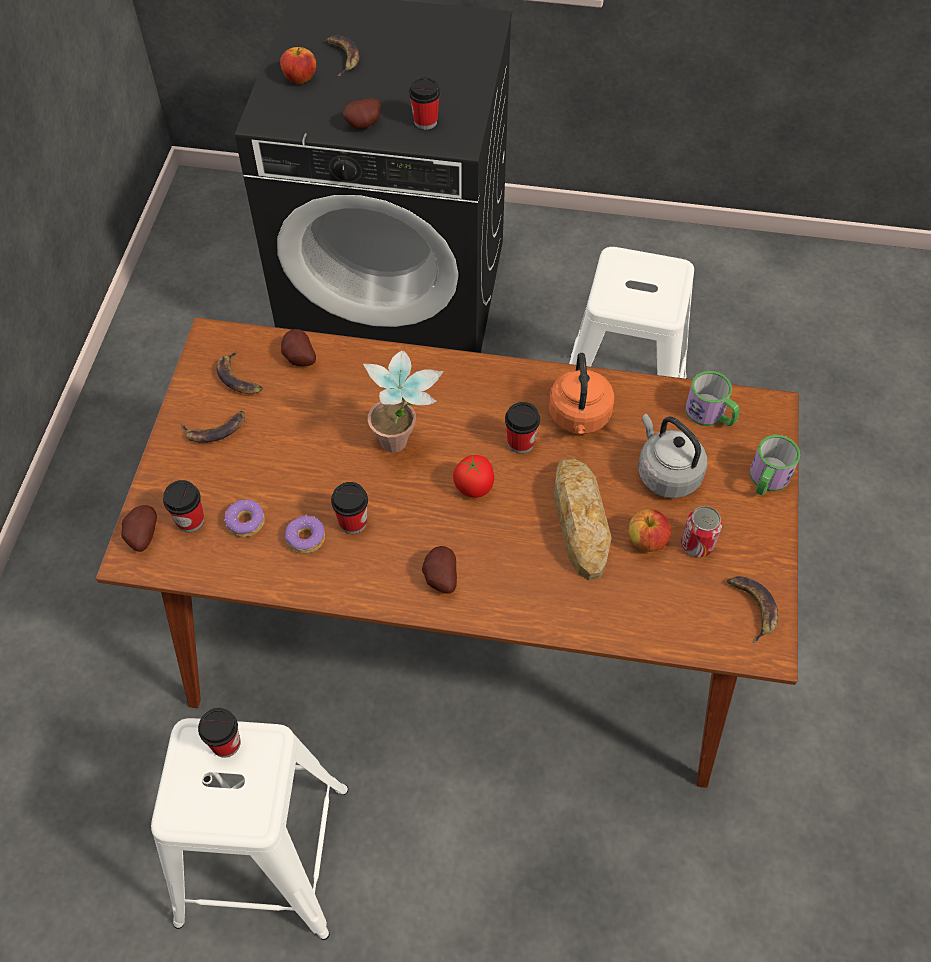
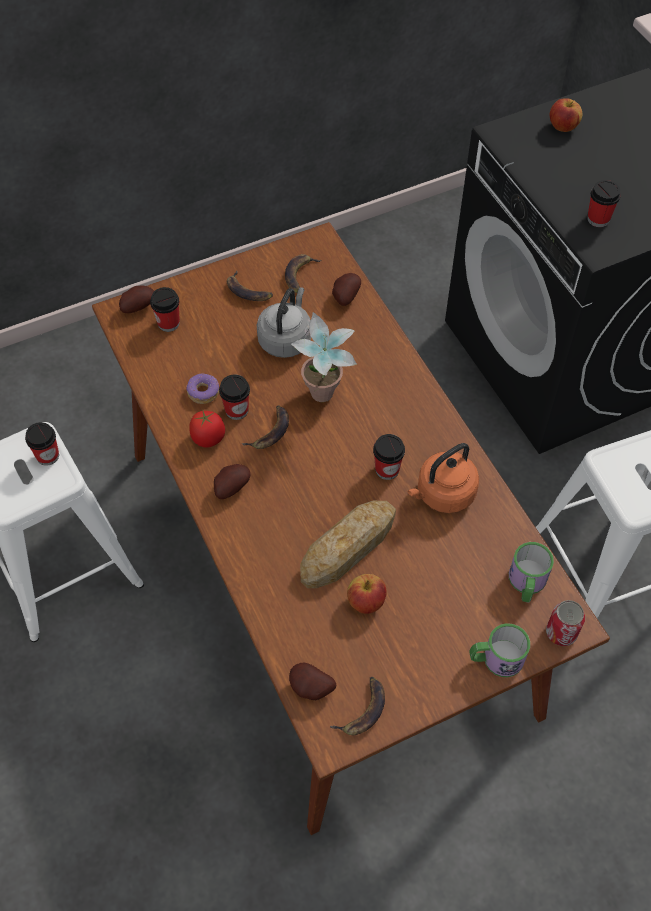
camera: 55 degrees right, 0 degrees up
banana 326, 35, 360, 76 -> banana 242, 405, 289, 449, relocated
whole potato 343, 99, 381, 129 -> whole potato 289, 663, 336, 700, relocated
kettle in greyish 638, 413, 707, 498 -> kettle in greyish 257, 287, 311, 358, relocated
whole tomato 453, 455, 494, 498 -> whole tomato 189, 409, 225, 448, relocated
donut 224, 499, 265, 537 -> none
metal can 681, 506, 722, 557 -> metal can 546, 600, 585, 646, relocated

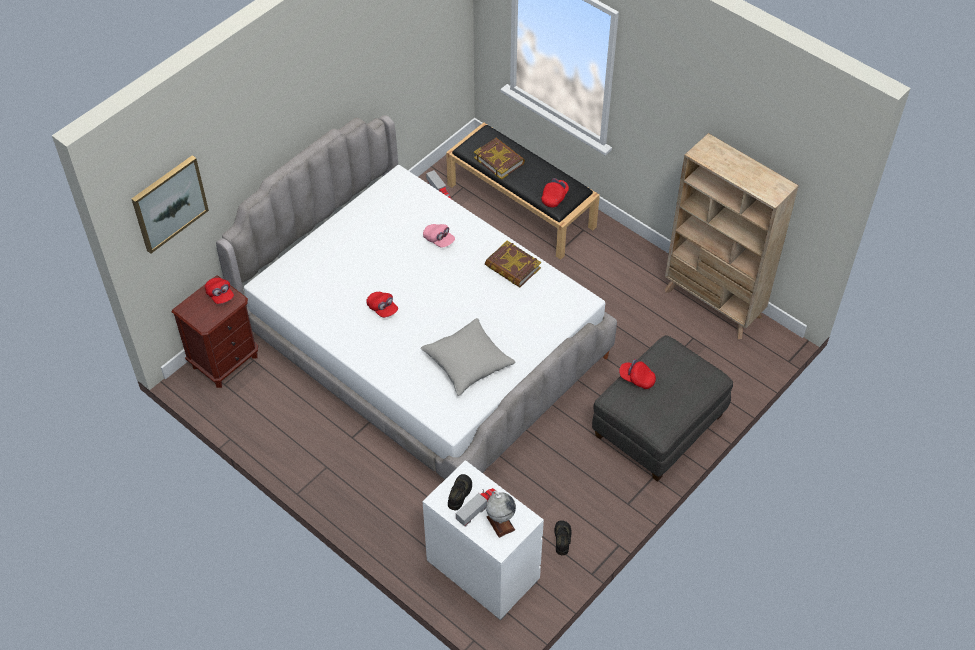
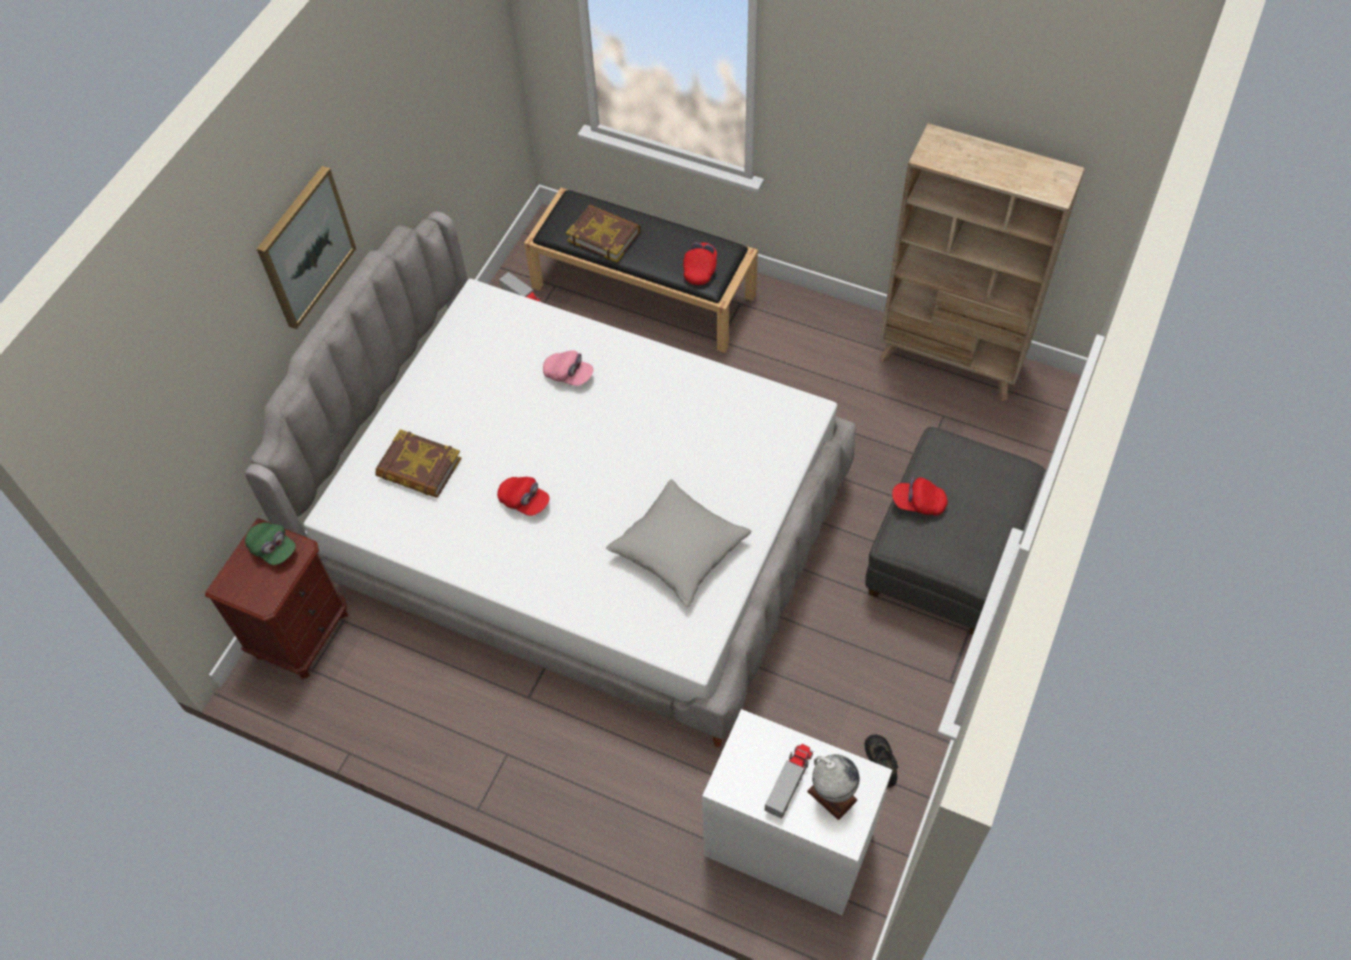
camera: 15 degrees left, 5 degrees up
picture 132, 155, 209, 254 -> picture 257, 166, 356, 329, relocated
book 485, 241, 541, 287 -> book 375, 429, 462, 498, relocated
cap in red-coloured 205, 278, 234, 304 -> cap in green 245, 522, 296, 565
low shoe in black 448, 474, 472, 511 -> none

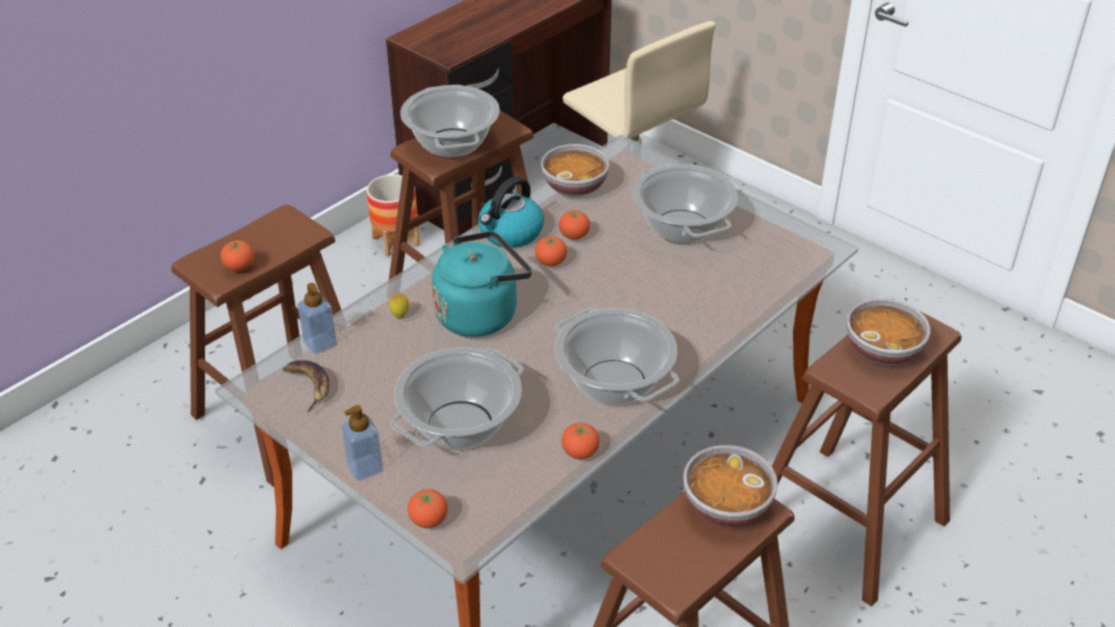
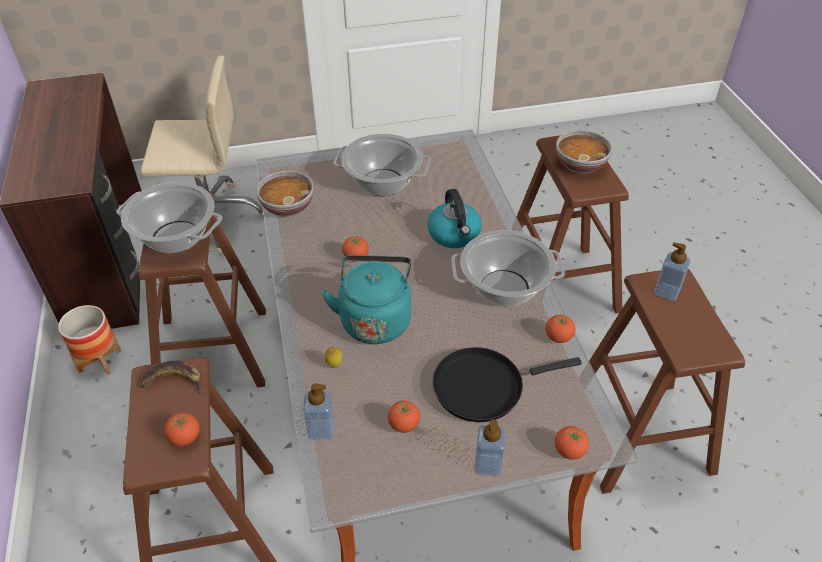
camera: 55 degrees left, 5 degrees up
kettle 478, 177, 544, 248 -> kettle 427, 189, 482, 248, relocated
whole tomato 559, 210, 590, 240 -> whole tomato 388, 400, 420, 433, relocated
stockpot 390, 348, 523, 449 -> frying pan in black 433, 347, 582, 422
banana 283, 360, 329, 412 -> banana 140, 361, 201, 394, relocated
serving bowl 683, 445, 778, 526 -> soap dispenser 654, 242, 691, 301

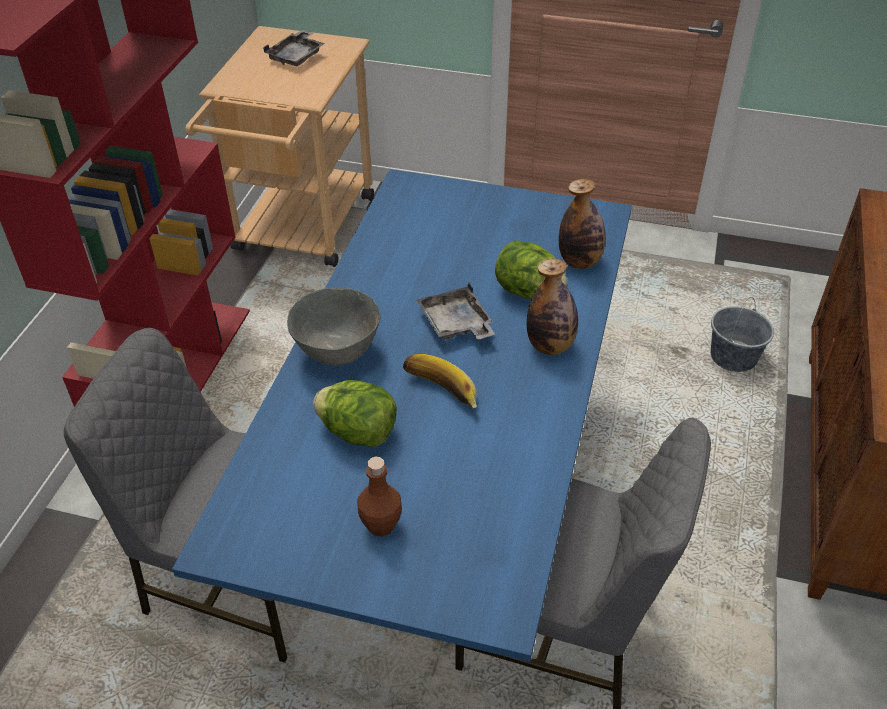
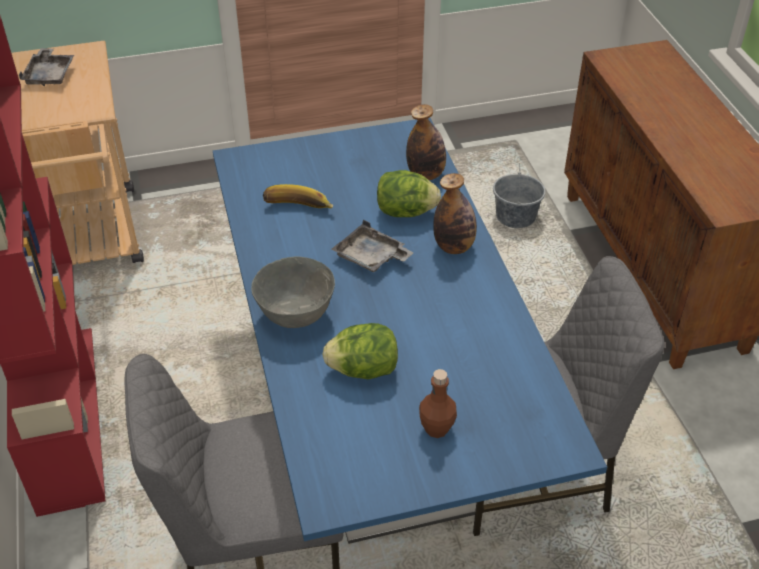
camera: 30 degrees left, 0 degrees up
banana 403, 354, 477, 409 -> banana 263, 184, 334, 209, relocated

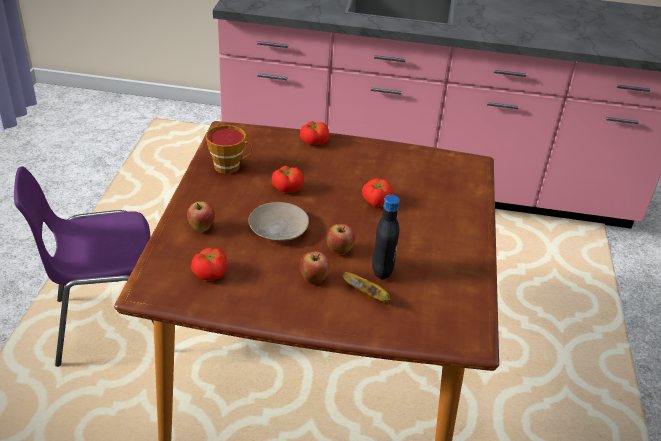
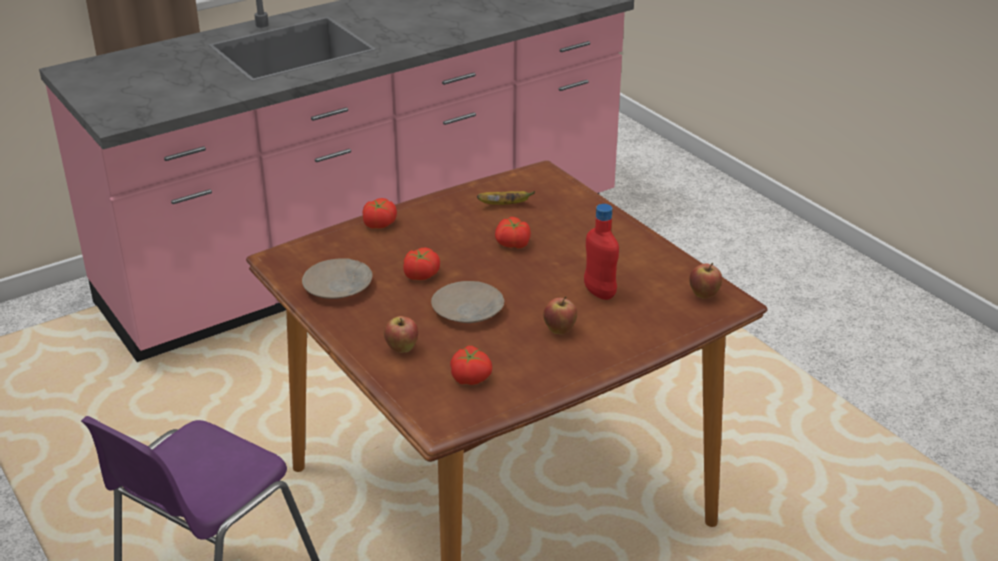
camera: 40 degrees left, 5 degrees down
drinking cup 206, 125, 253, 174 -> plate in beige 302, 258, 373, 299
bottle in black 372, 195, 400, 279 -> bottle in red-coloured 584, 204, 619, 300
whole apple 326, 224, 355, 254 -> whole apple 689, 263, 722, 299, relocated
banana 342, 272, 391, 302 -> banana 477, 191, 535, 205, relocated

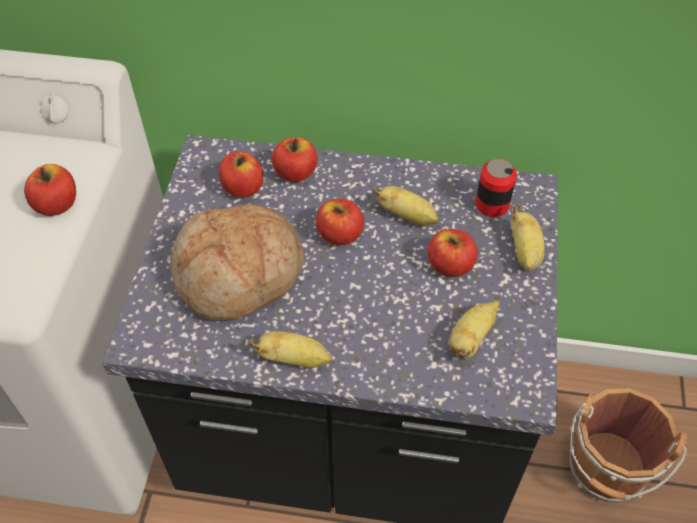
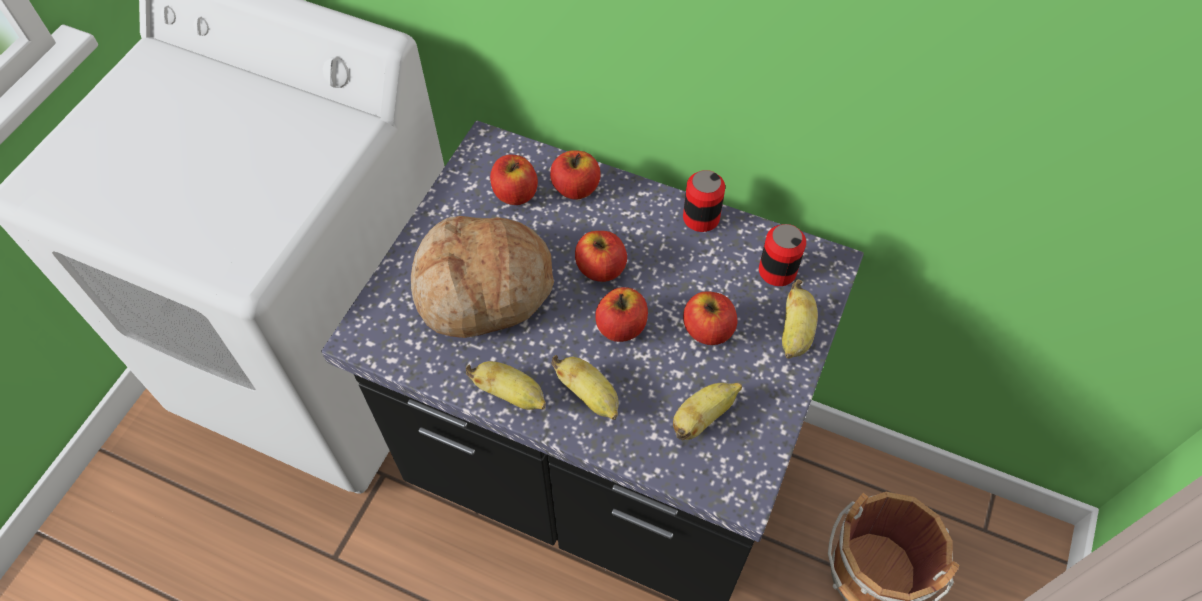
camera: 15 degrees right, 5 degrees up
whole apple 24, 164, 76, 216 -> whole apple 595, 287, 648, 342, relocated
banana 373, 186, 439, 226 -> banana 551, 355, 619, 420, relocated
none -> metal can 683, 170, 725, 232

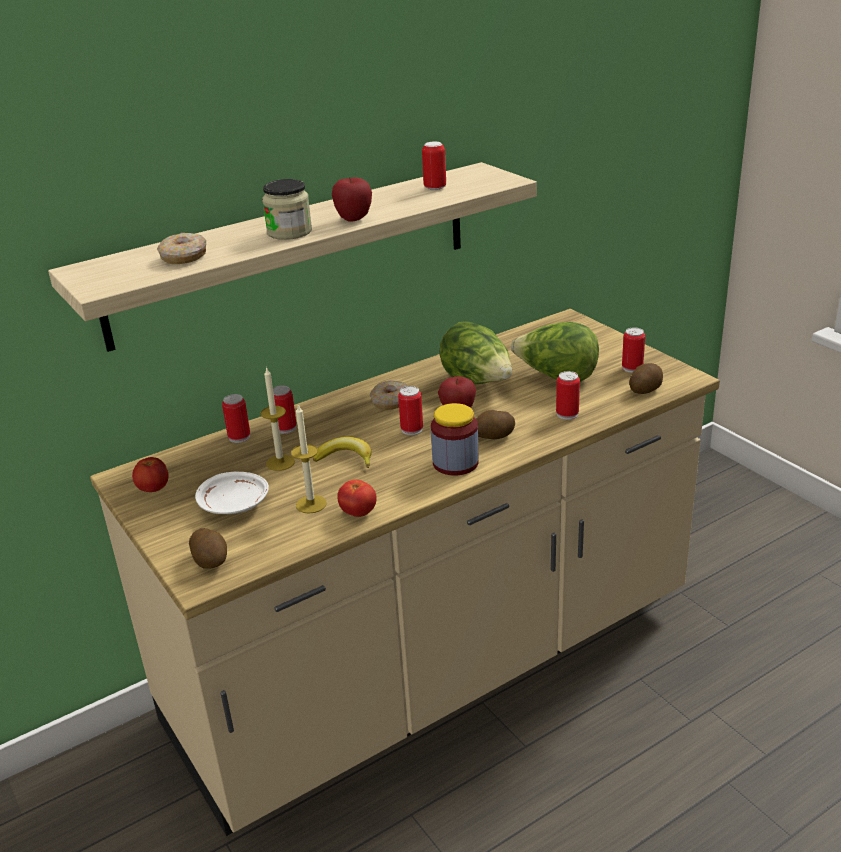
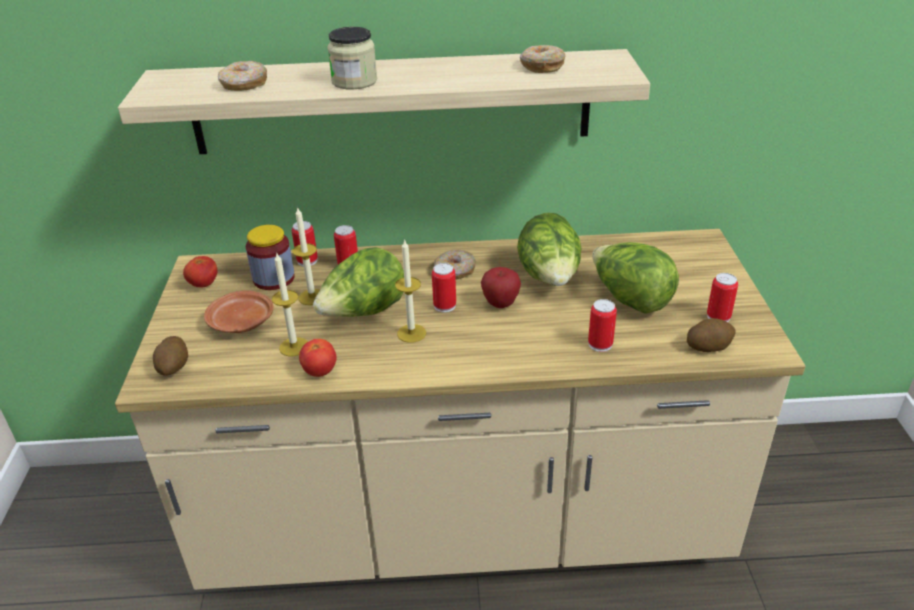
camera: 30 degrees right, 5 degrees up
metal can 422, 142, 446, 190 -> donut 520, 45, 565, 73
whole apple 332, 177, 372, 221 -> none
jar 431, 403, 479, 476 -> jar 246, 225, 295, 290, relocated
whole potato 476, 410, 515, 440 -> none
banana 313, 437, 371, 468 -> lettuce head 313, 247, 404, 317
plate in white-coloured 195, 472, 269, 514 -> plate in brownish 204, 290, 273, 333
none -> wax candle 395, 239, 426, 343

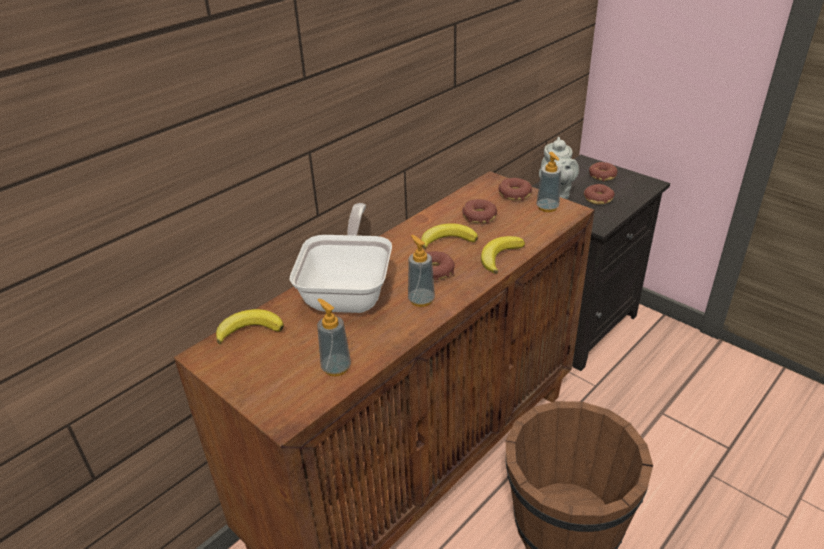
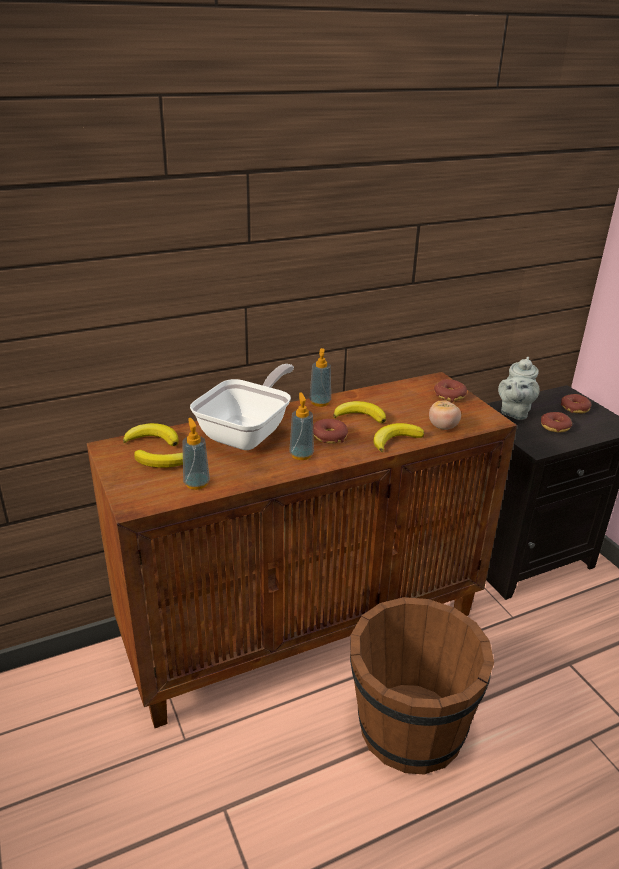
camera: 20 degrees right, 5 degrees down
soap dispenser 537, 152, 561, 212 -> soap dispenser 310, 348, 331, 407, relocated
donut 462, 199, 497, 224 -> none
none -> whole tomato 429, 400, 461, 430
none -> banana 134, 450, 183, 468

